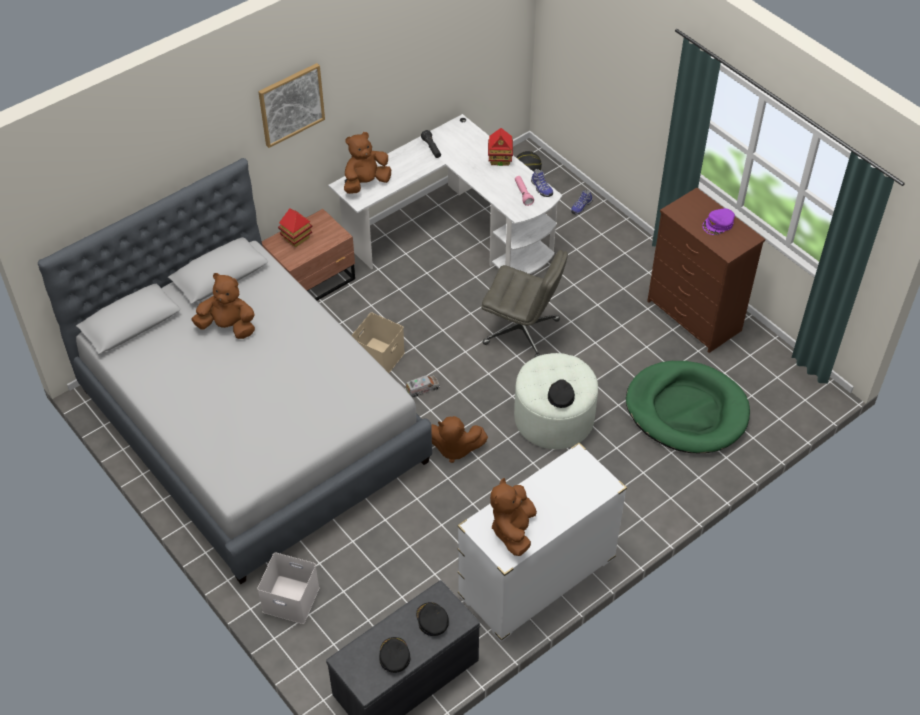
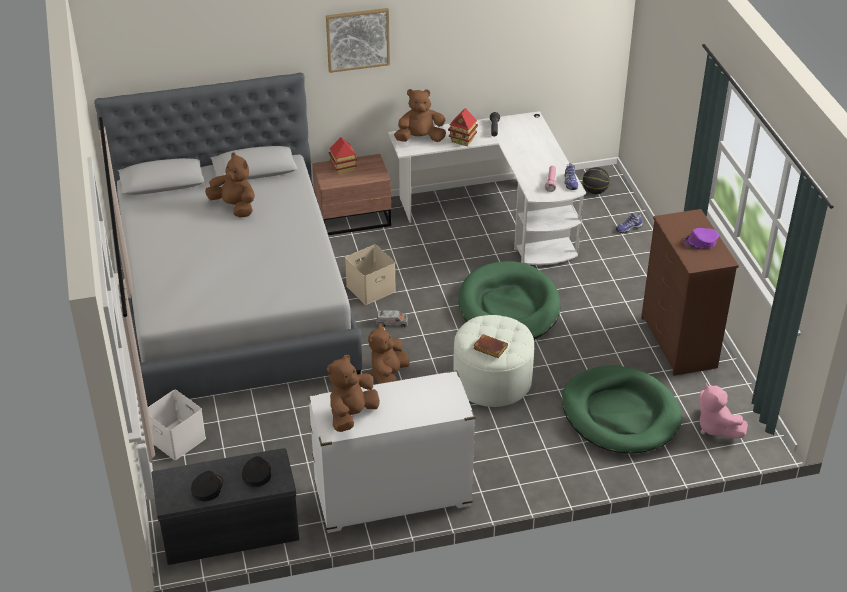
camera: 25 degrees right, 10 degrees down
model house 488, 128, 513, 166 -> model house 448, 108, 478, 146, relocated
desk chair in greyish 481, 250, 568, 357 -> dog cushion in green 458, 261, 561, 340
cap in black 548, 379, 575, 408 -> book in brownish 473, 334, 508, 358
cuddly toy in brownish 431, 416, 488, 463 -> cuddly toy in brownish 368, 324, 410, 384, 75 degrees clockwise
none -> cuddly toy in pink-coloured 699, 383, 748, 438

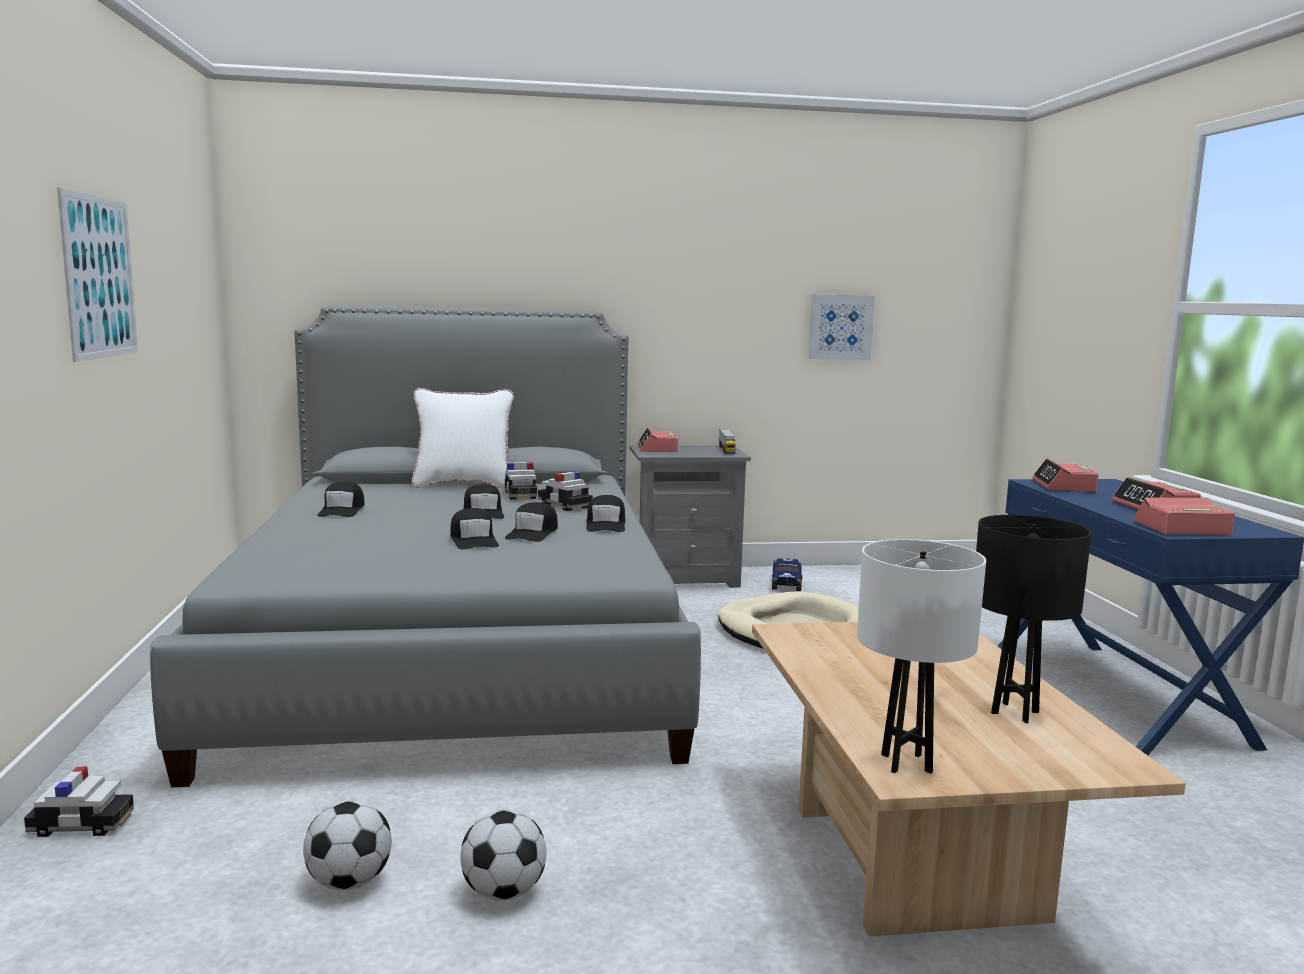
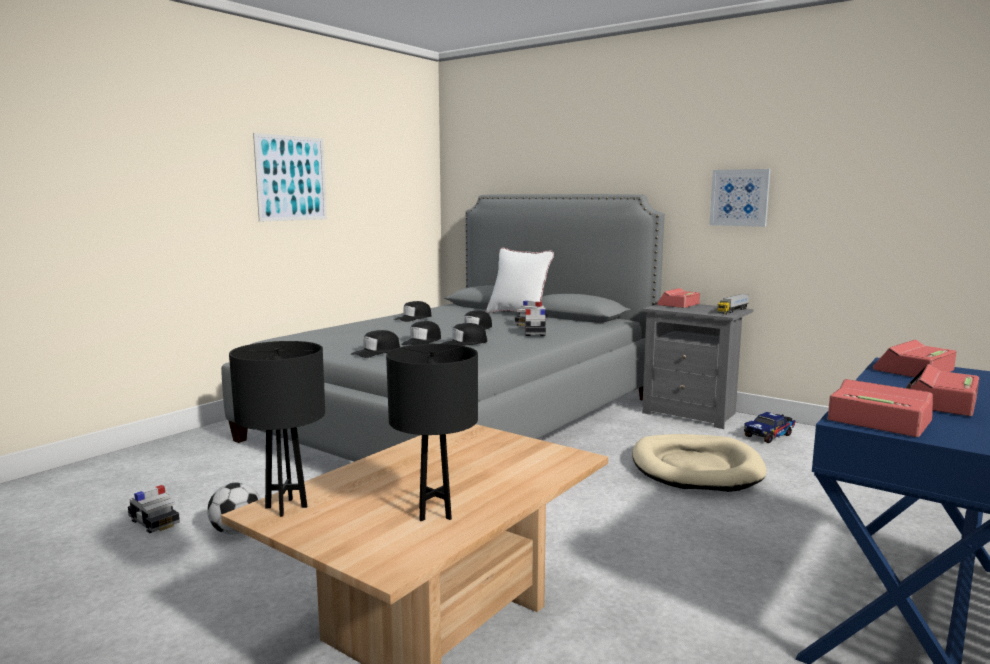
camera: 45 degrees right, 0 degrees up
picture 808, 294, 875, 360 -> picture 710, 169, 770, 227, relocated
cap in black 586, 495, 626, 532 -> cap in black 351, 330, 400, 358, relocated
lamp for a table in white-coloured 857, 539, 986, 773 -> lamp for a table in black 229, 341, 325, 517
model car 24, 767, 134, 837 -> model car 128, 485, 180, 533, relocated
ball for football 303, 801, 392, 890 -> none

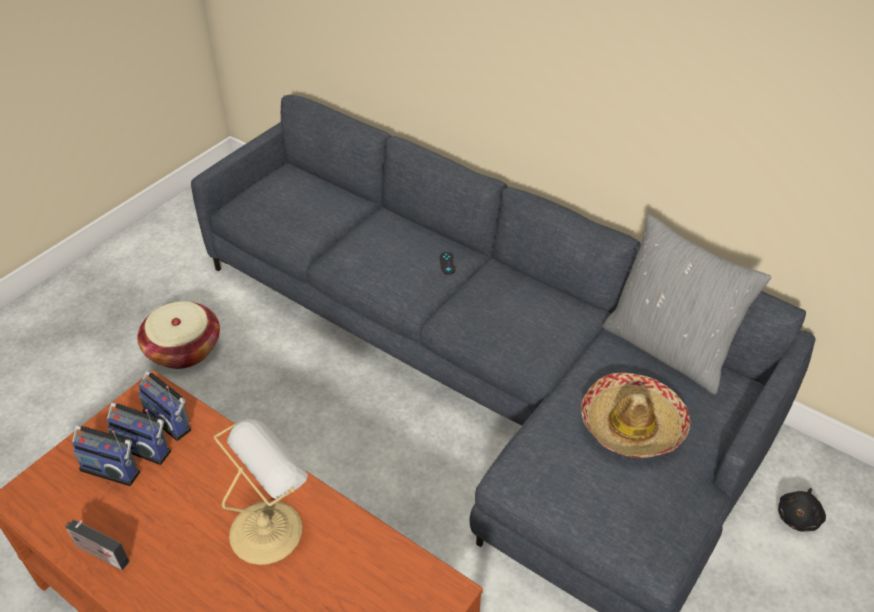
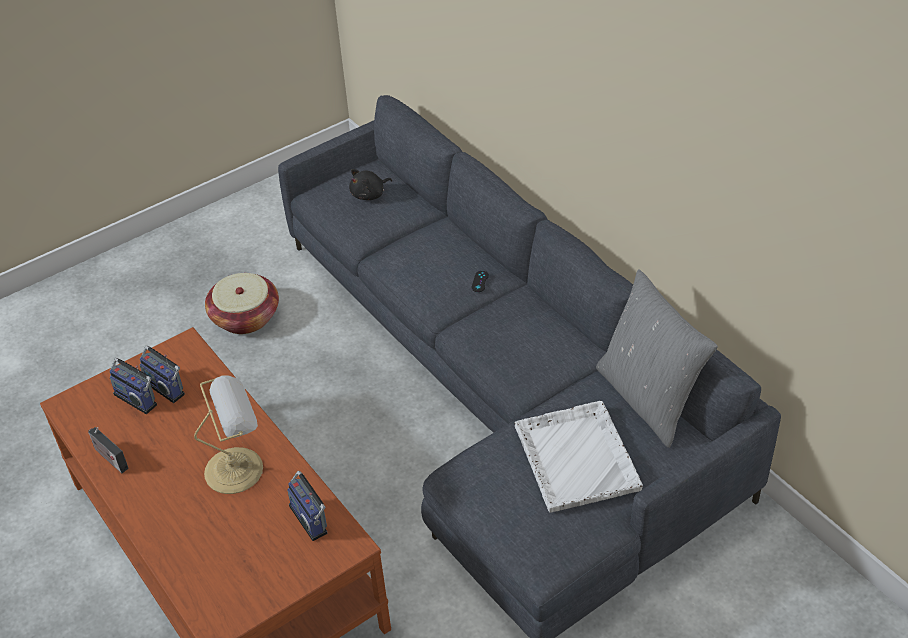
camera: 20 degrees right, 0 degrees up
radio 138, 371, 191, 441 -> radio 287, 471, 327, 541, relocated
clothing hat 582, 372, 690, 458 -> serving tray in white-coloured 515, 401, 643, 512
cuddly toy in black 778, 488, 826, 532 -> cuddly toy in black 349, 169, 392, 200, relocated

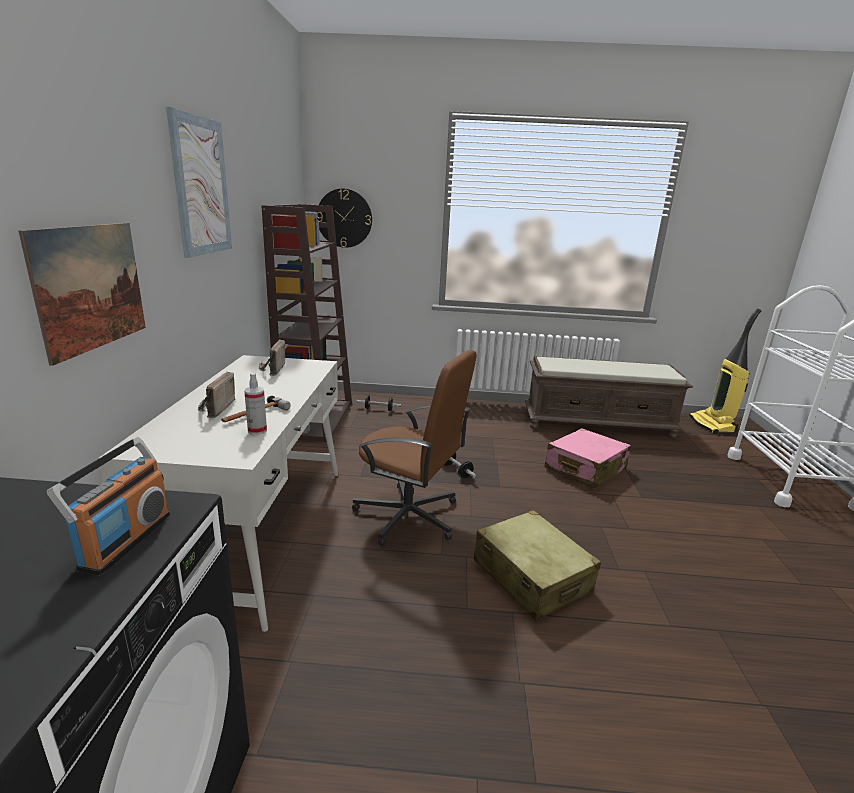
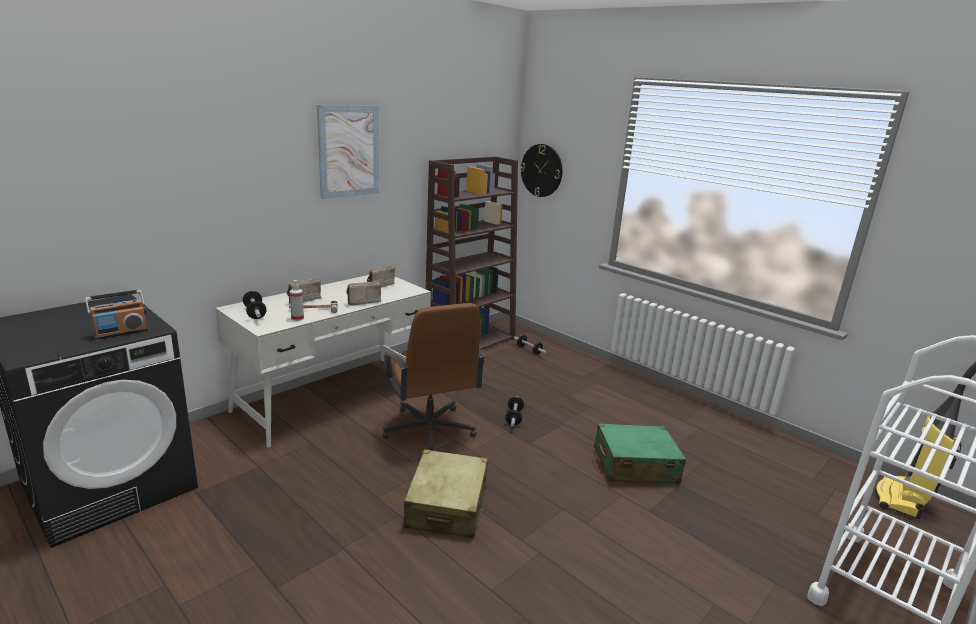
camera: 40 degrees right, 0 degrees up
picture 18, 223, 146, 366 -> none
indoor bench in brownish 525, 356, 693, 439 -> none
piece of luggage in pink-coloured 545, 428, 631, 488 -> piece of luggage in green 594, 423, 686, 484
none -> radio 346, 281, 382, 305
none -> dumbbell 243, 291, 267, 319

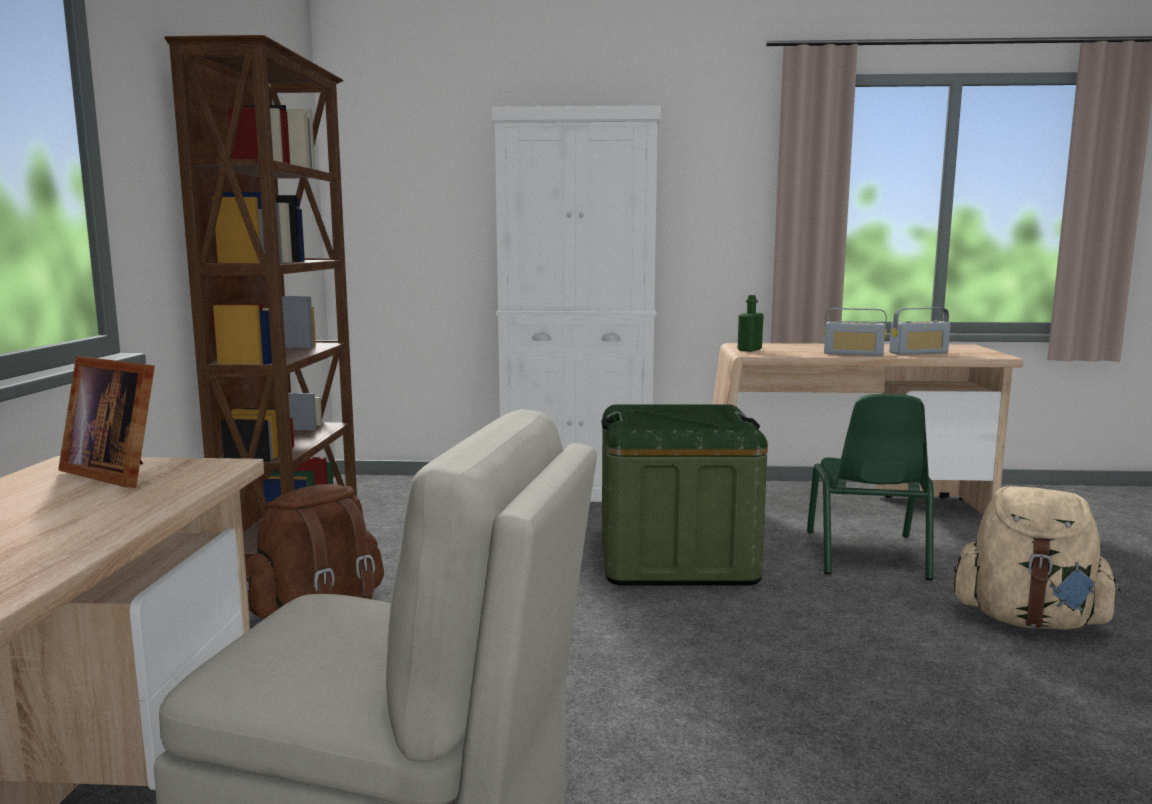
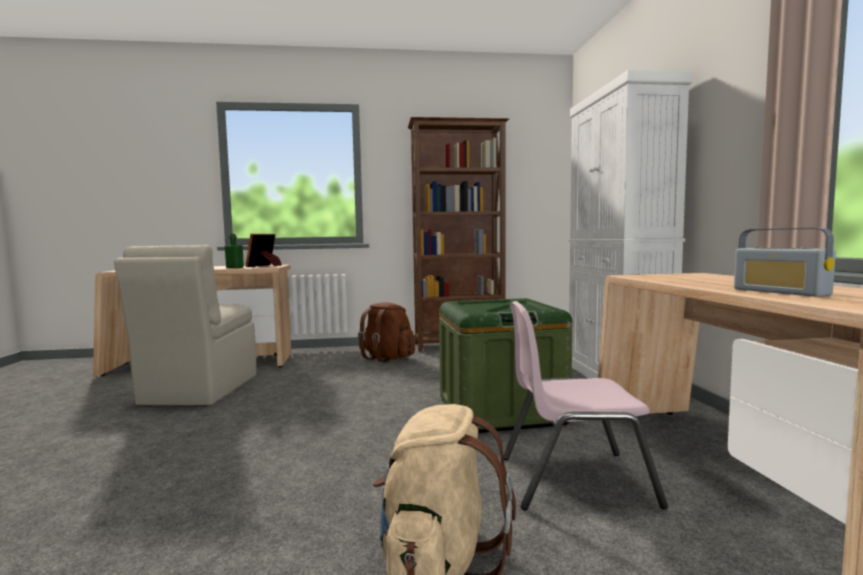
camera: 80 degrees right, 5 degrees down
bottle in green 738, 295, 764, 352 -> bottle in green 225, 234, 244, 268, relocated
radio 824, 308, 887, 356 -> none
upright chair in green 807, 394, 934, 580 -> upright chair in pink-coloured 503, 301, 668, 511

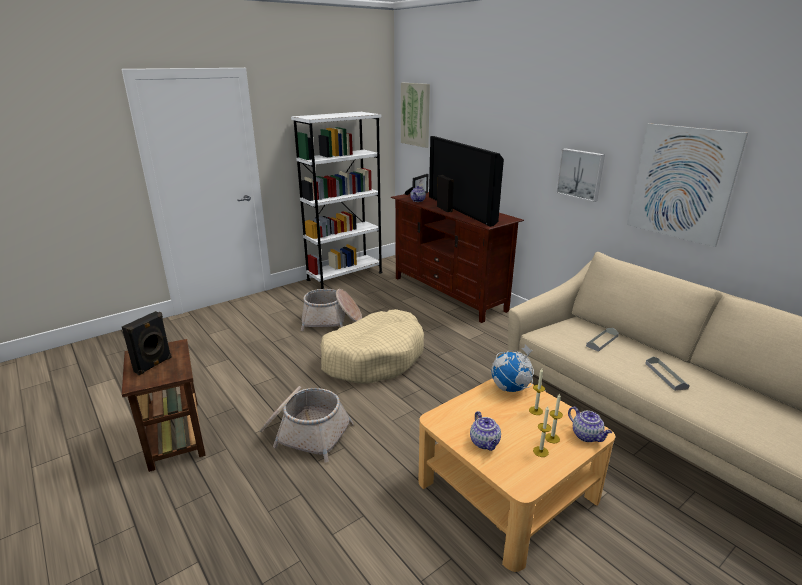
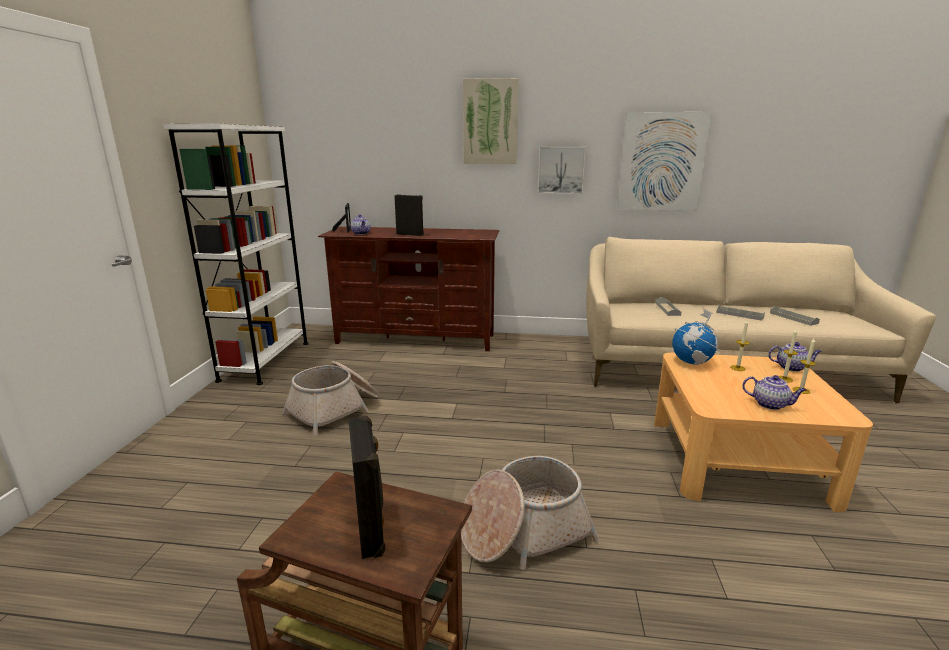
camera: 45 degrees left, 5 degrees down
picture 401, 83, 430, 148 -> picture 463, 78, 519, 164, relocated
TV 429, 136, 504, 227 -> none
dog cushion in beige 320, 309, 424, 383 -> none
none -> serving tray in greyish 770, 306, 820, 326

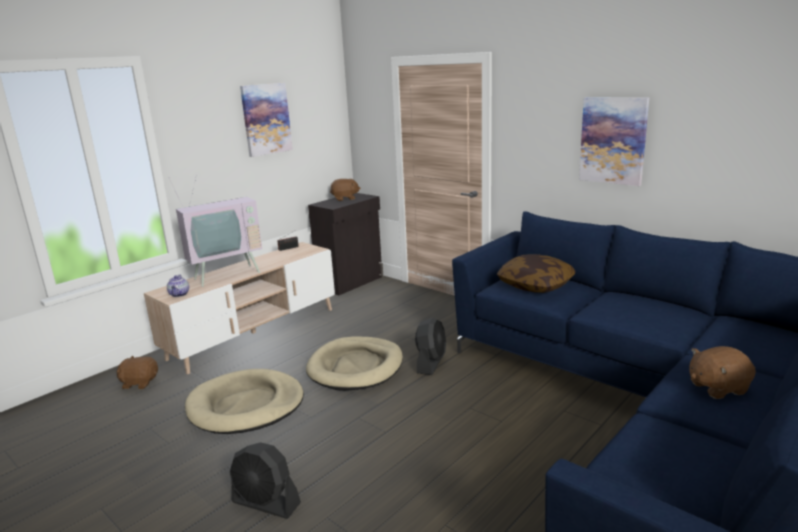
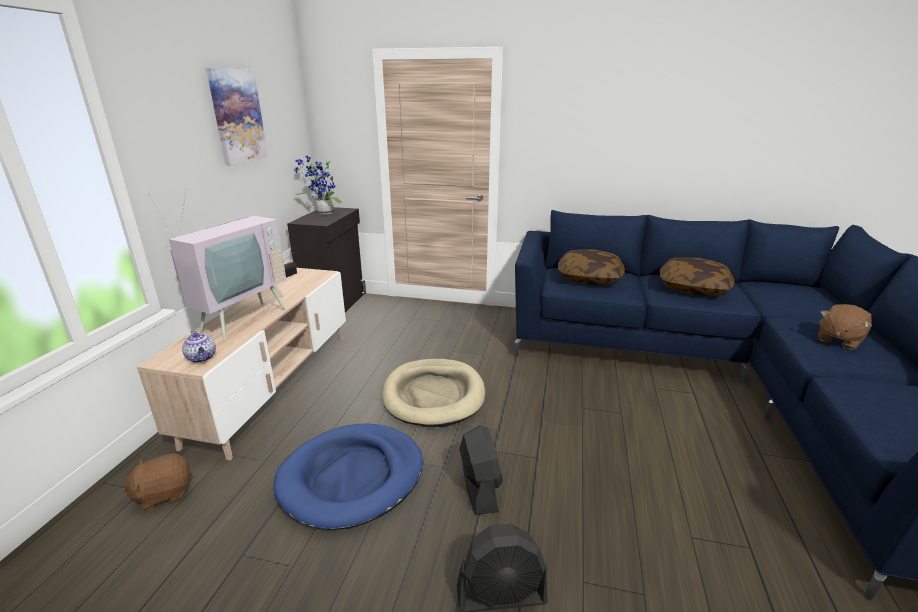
camera: 30 degrees left, 5 degrees up
picture 579, 97, 649, 186 -> none
cuddly toy in brownish 330, 179, 360, 201 -> houseplant 295, 156, 342, 215
electric fan in black 415, 318, 446, 375 -> electric fan in black 459, 425, 503, 515, relocated
dog cushion in beige 185, 369, 304, 434 -> dog cushion in bluish 273, 424, 423, 530
none -> pillow 660, 257, 734, 296

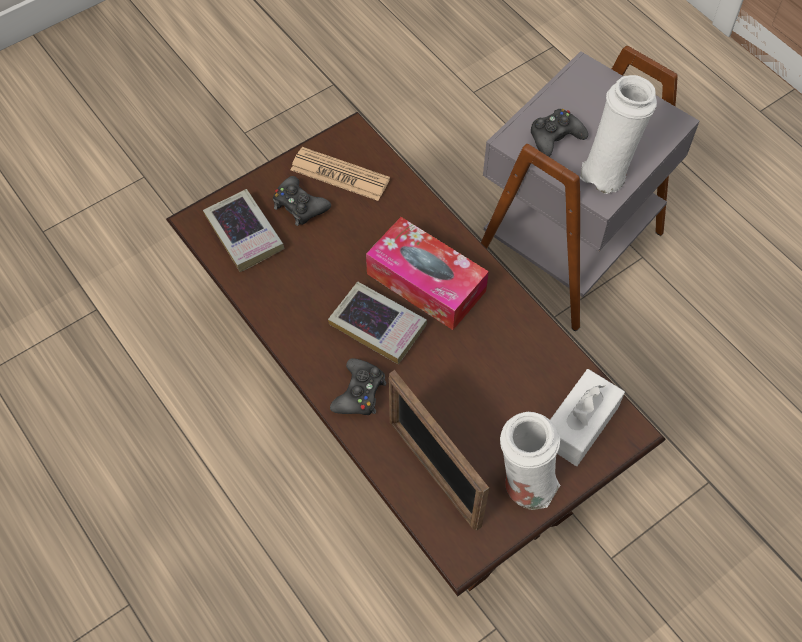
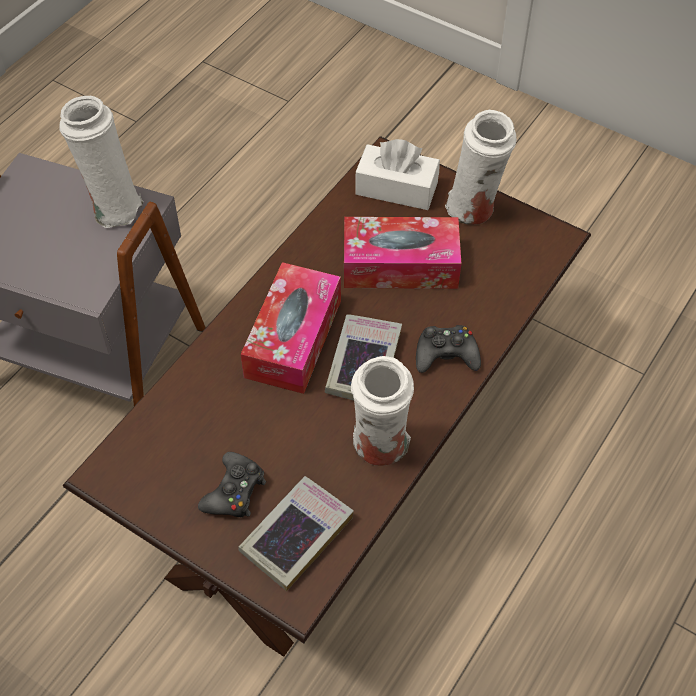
camera: 110 degrees left, 5 degrees down
joypad in black 531, 109, 588, 157 -> none
printed paper 291, 147, 390, 201 -> none
picture frame 389, 370, 489, 531 -> none
none -> box of tissues 344, 217, 461, 289
none -> vase in white-coloured 351, 356, 414, 466

